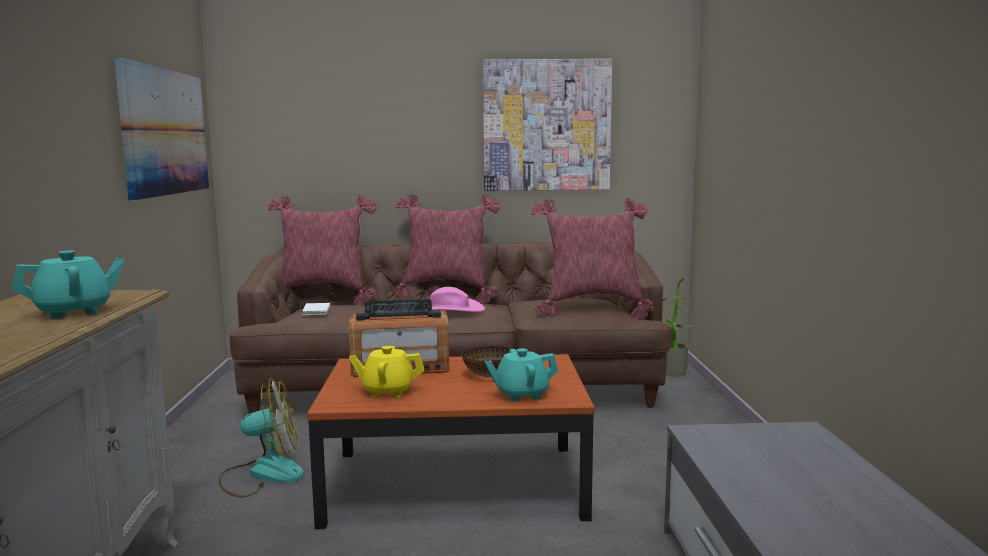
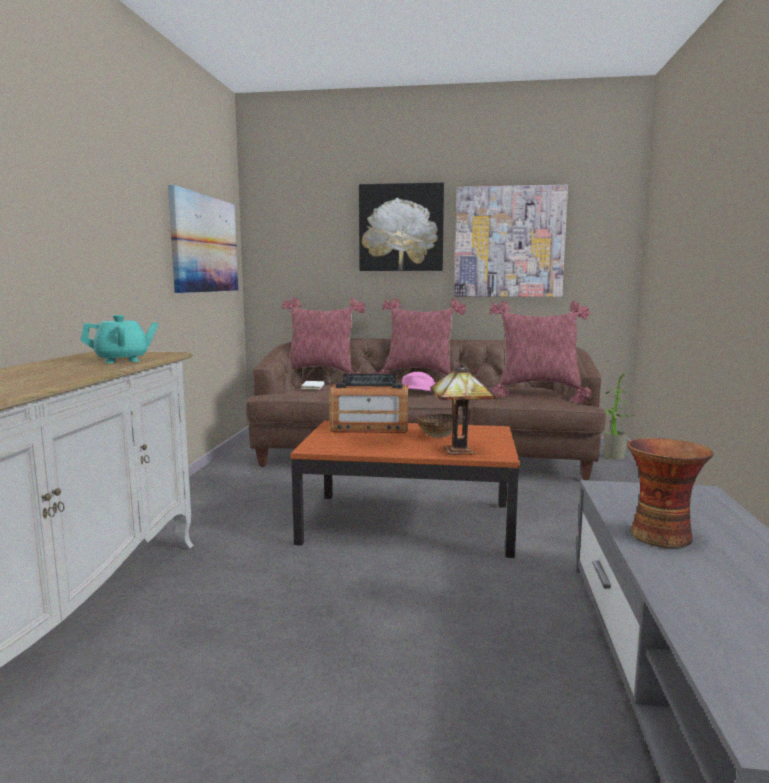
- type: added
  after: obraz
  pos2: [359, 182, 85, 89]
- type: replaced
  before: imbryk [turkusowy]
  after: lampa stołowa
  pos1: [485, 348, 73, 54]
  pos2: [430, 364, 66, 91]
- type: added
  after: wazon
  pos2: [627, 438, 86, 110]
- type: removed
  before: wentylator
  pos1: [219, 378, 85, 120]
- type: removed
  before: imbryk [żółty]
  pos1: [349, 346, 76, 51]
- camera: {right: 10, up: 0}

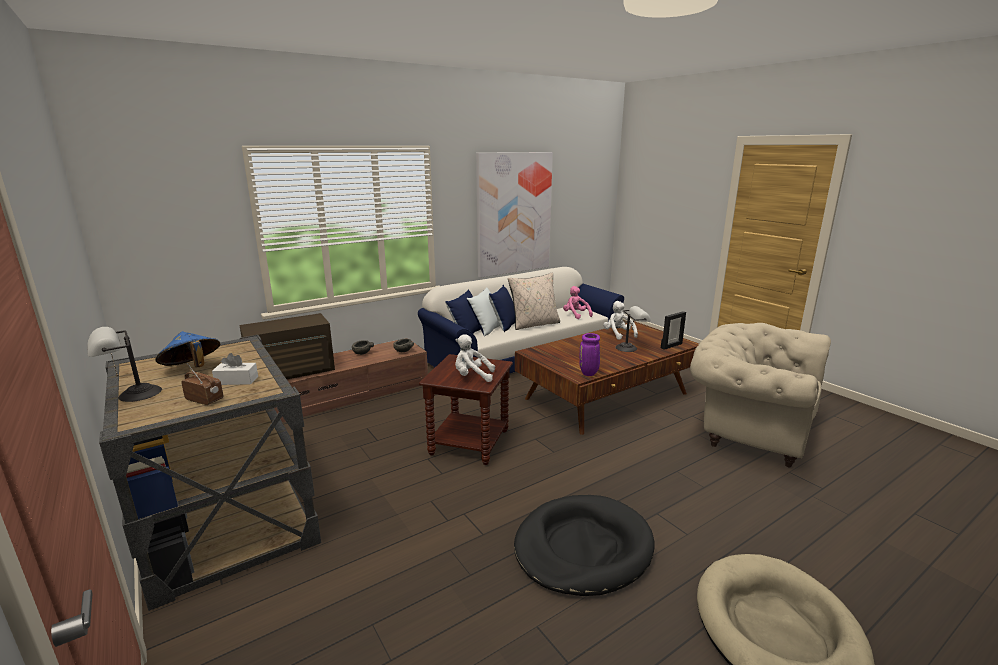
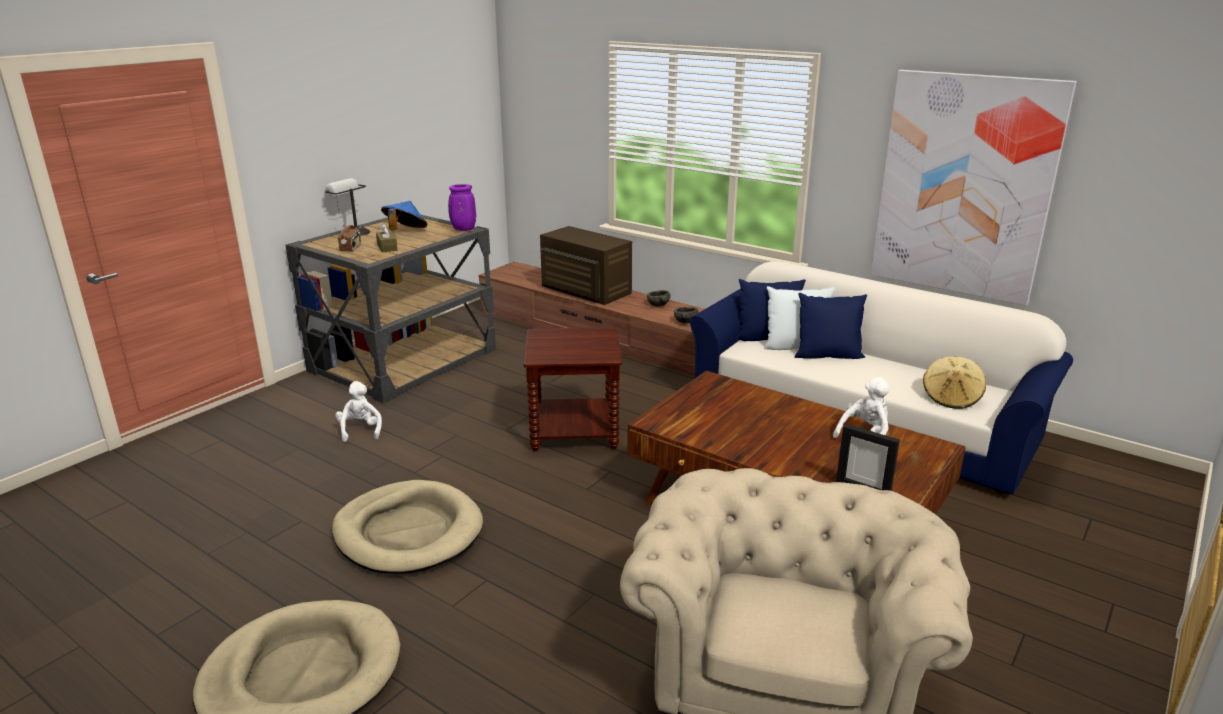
- type: recoloured
  before: legowisko [czarny]
  after: legowisko [beżowy]
  pos1: [514, 495, 141, 101]
  pos2: [332, 480, 151, 94]
- type: moved
  before: pluszak [biały]
  pos1: [455, 334, 40, 48]
  pos2: [335, 381, 47, 61]
- type: recoloured
  before: pudełko chusteczek [biały]
  after: pudełko chusteczek [brązowy]
  pos1: [212, 353, 46, 32]
  pos2: [376, 224, 22, 28]
- type: moved
  before: wazon [fioletowy]
  pos1: [580, 333, 20, 43]
  pos2: [448, 184, 28, 47]
- type: replaced
  before: pluszak [różowy]
  after: kapelusz [beżowy]
  pos1: [563, 286, 30, 33]
  pos2: [923, 356, 63, 53]
- type: removed
  before: poduszka [beżowy]
  pos1: [508, 273, 52, 57]
- type: removed
  before: lampa stołowa
  pos1: [615, 306, 36, 46]
- camera: {right: 70, up: 5}

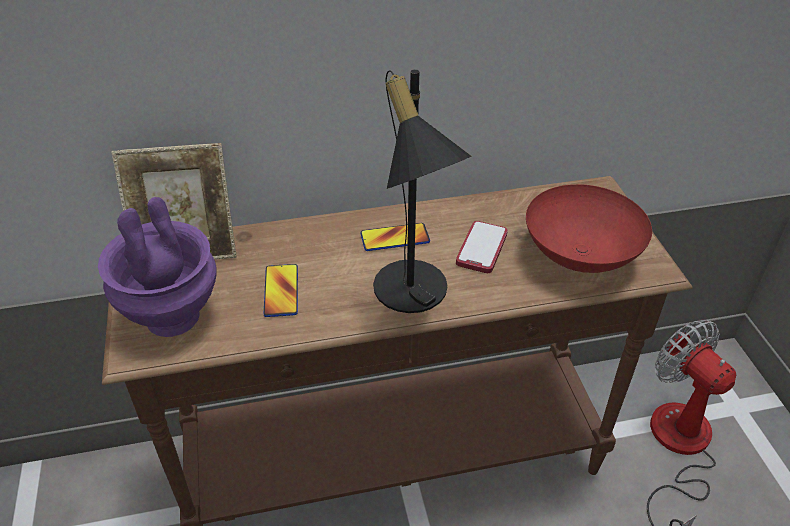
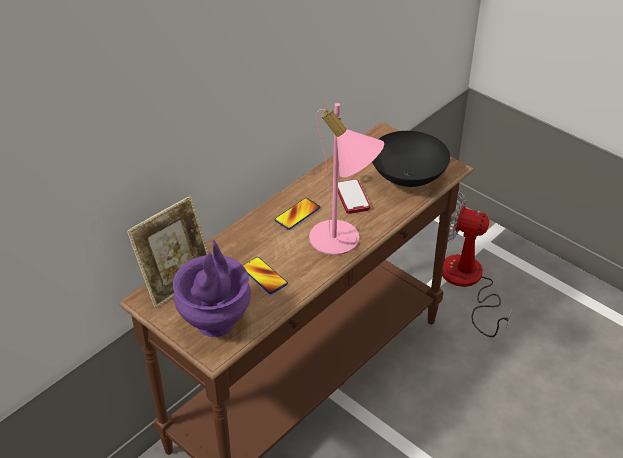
- type: recoloured
  before: lampa stołowa [czarny]
  after: lampa stołowa [różowy]
  pos1: [373, 69, 98, 244]
  pos2: [309, 103, 75, 152]
- type: recoloured
  before: miska [czerwony]
  after: miska [czarny]
  pos1: [526, 184, 126, 89]
  pos2: [372, 131, 78, 56]
- camera: {right: -35, up: 0}

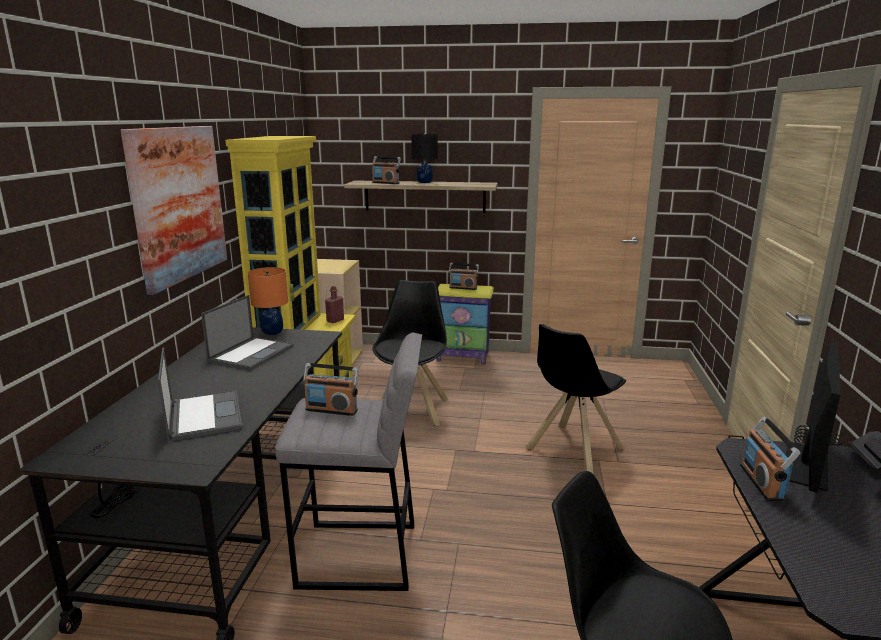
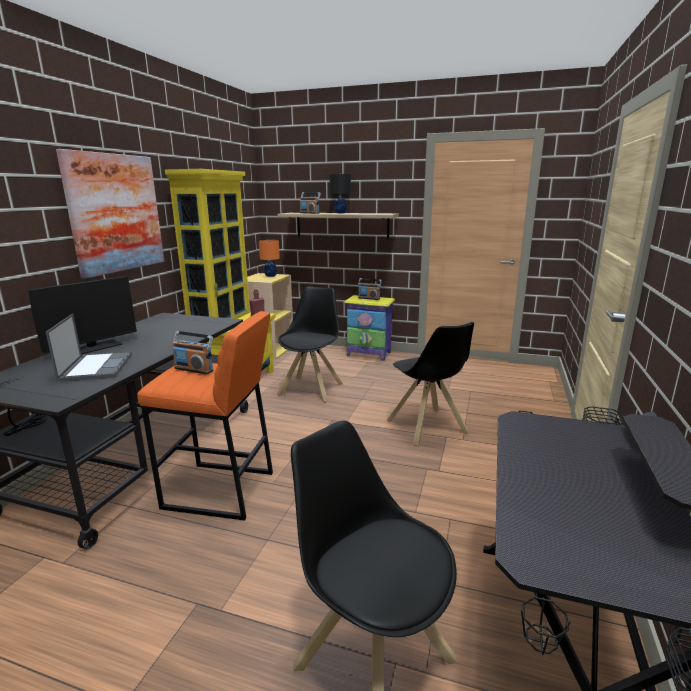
- type: moved
  before: monitor
  pos1: [786, 342, 54, 151]
  pos2: [28, 276, 109, 78]
- type: recoloured
  before: stołek [szary]
  after: stołek [pomarańczowy]
  pos1: [275, 332, 147, 259]
  pos2: [137, 311, 136, 210]
- type: moved
  before: lampa stołowa [pomarańczowy]
  pos1: [248, 267, 40, 68]
  pos2: [259, 240, 21, 37]
- type: turned
  before: krzesło [czarny]
  pos1: [526, 324, 100, 151]
  pos2: [387, 322, 87, 124]
  turn: -75
- type: removed
  before: laptop
  pos1: [201, 295, 93, 75]
- type: removed
  before: radio
  pos1: [740, 416, 61, 85]
- camera: {right: 10, up: 0}

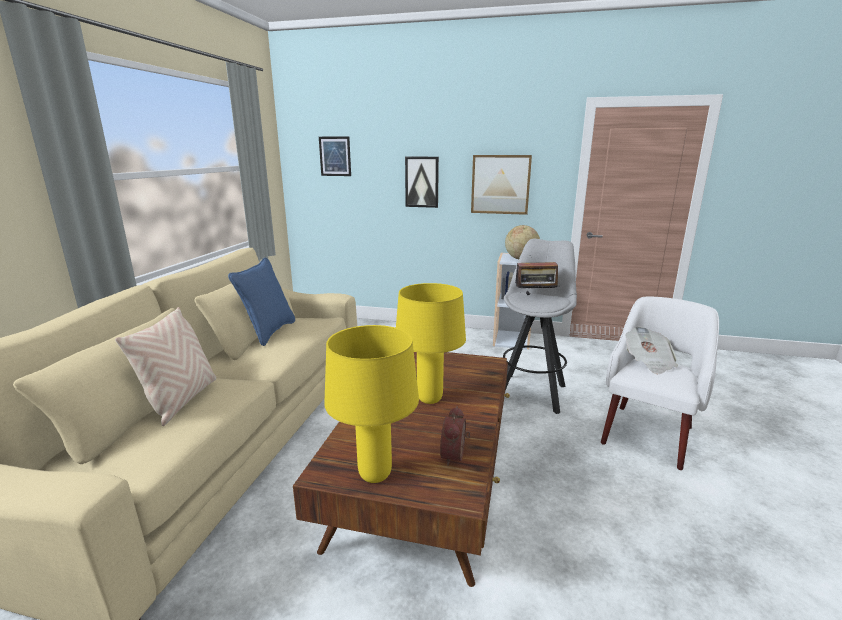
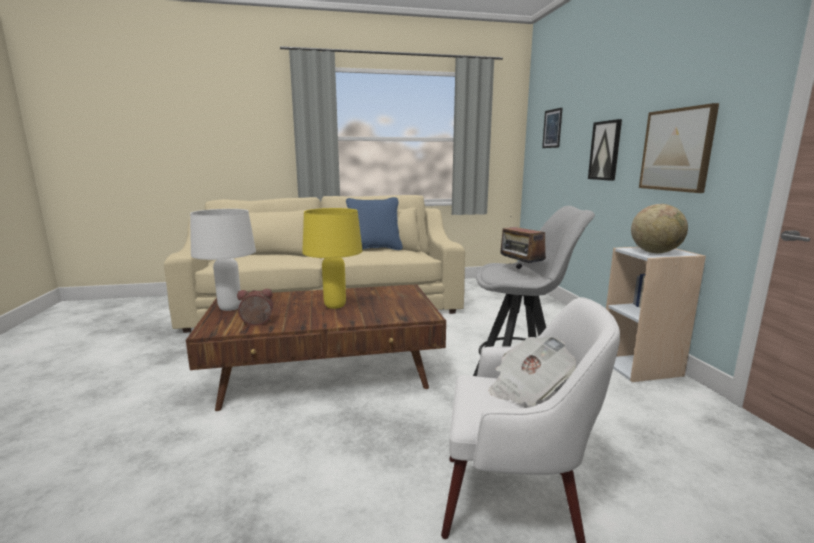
- type: recoloured
  before: lampa stołowa [żółty]
  after: lampa stołowa [biały]
  pos1: [324, 325, 95, 158]
  pos2: [190, 209, 66, 102]
- type: removed
  before: poduszka [beżowy]
  pos1: [115, 307, 102, 119]
- camera: {right: 65, up: -5}

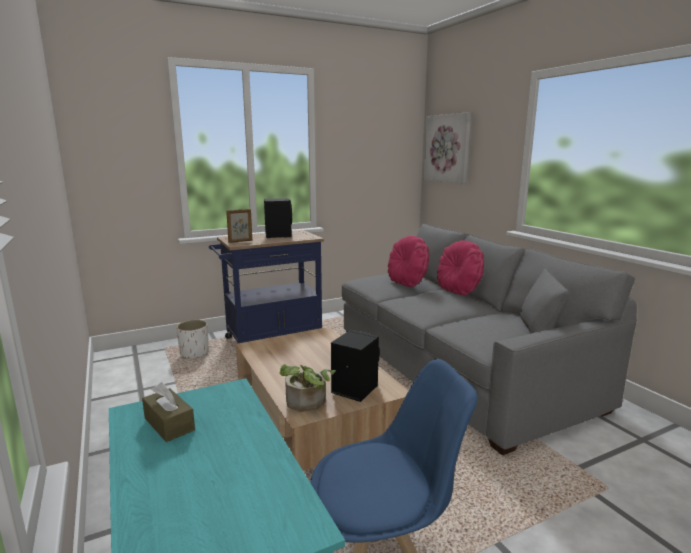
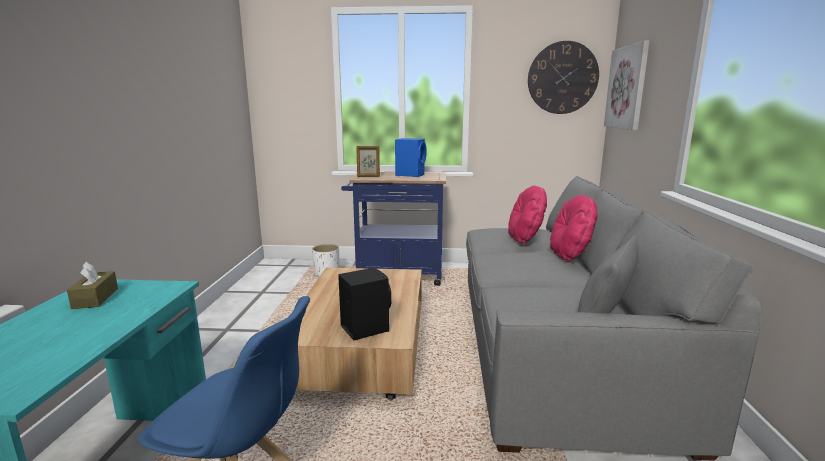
- type: recoloured
  before: głośnik [czarny]
  after: głośnik [niebieski]
  pos1: [264, 198, 28, 40]
  pos2: [395, 138, 31, 39]
- type: added
  after: zegar ścienny
  pos2: [528, 41, 71, 73]
- type: removed
  before: roślina doniczkowa
  pos1: [280, 364, 56, 48]
- camera: {right: 30, up: 0}

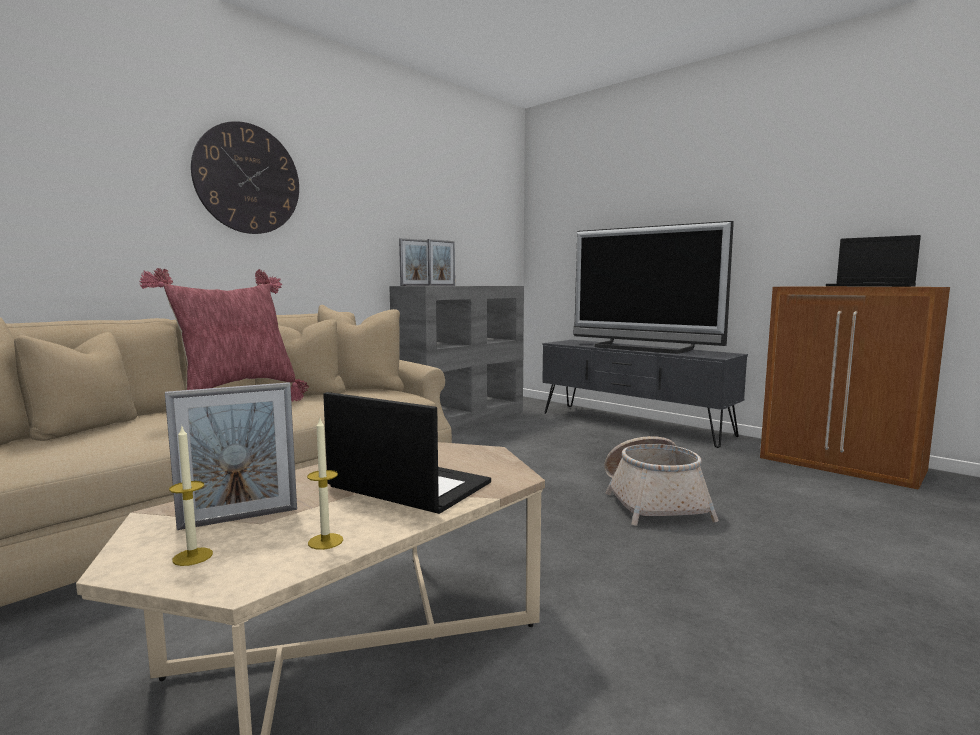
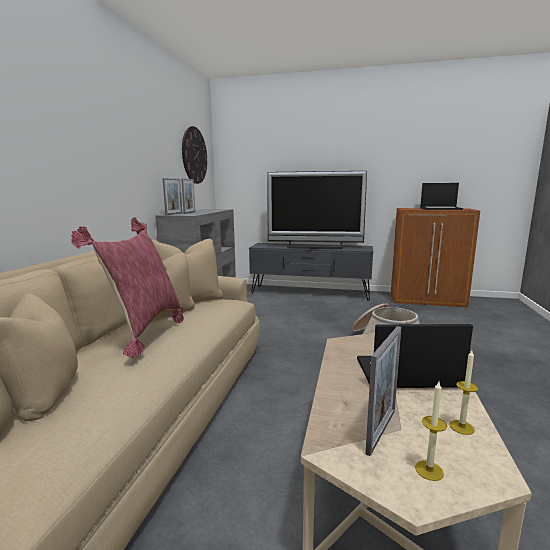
- type: moved
  before: zegar ścienny
  pos1: [191, 121, 108, 113]
  pos2: [182, 126, 25, 58]
- camera: {right: -30, up: 5}

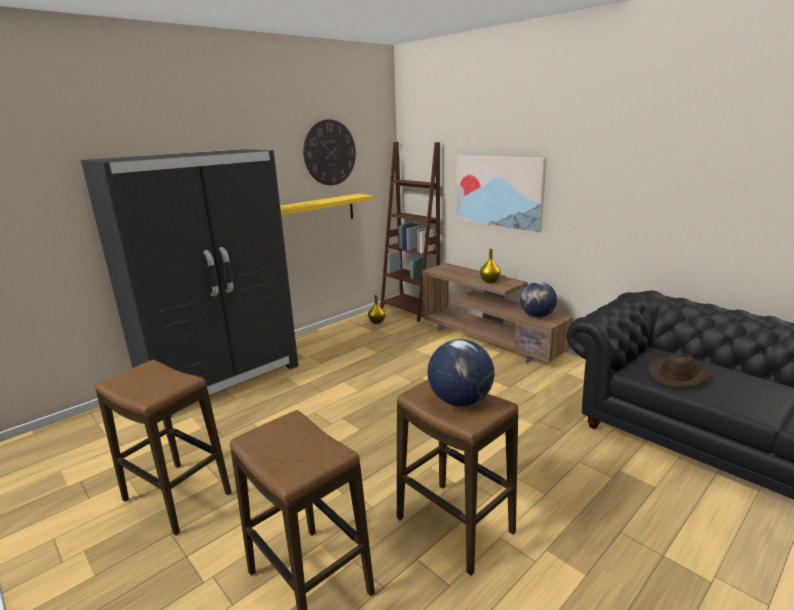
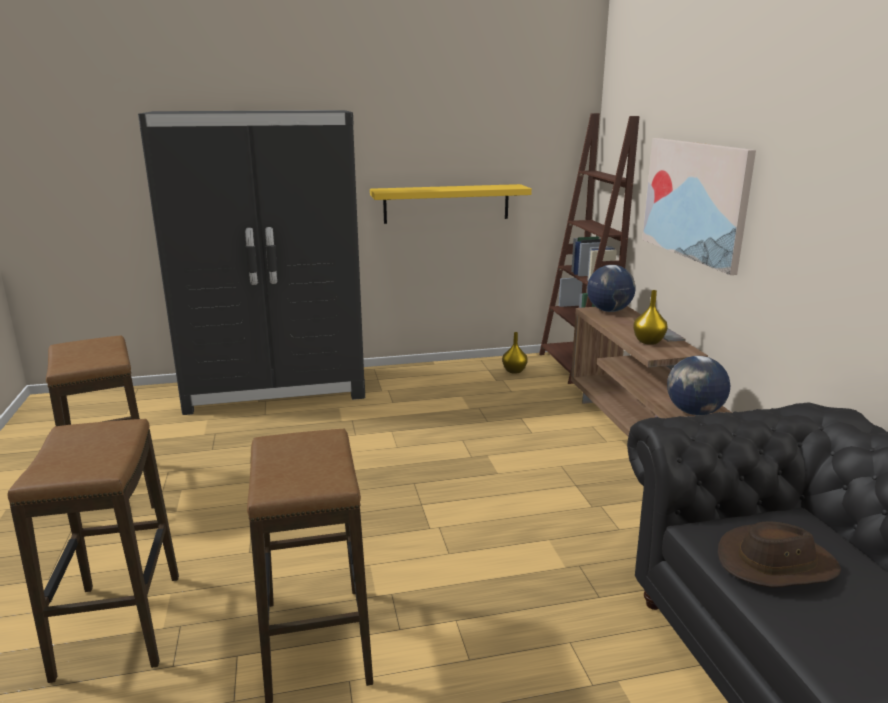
- type: moved
  before: globus
  pos1: [428, 339, 67, 67]
  pos2: [587, 265, 49, 47]
- type: removed
  before: zegar ścienny
  pos1: [303, 119, 53, 66]
- camera: {right: 30, up: 0}

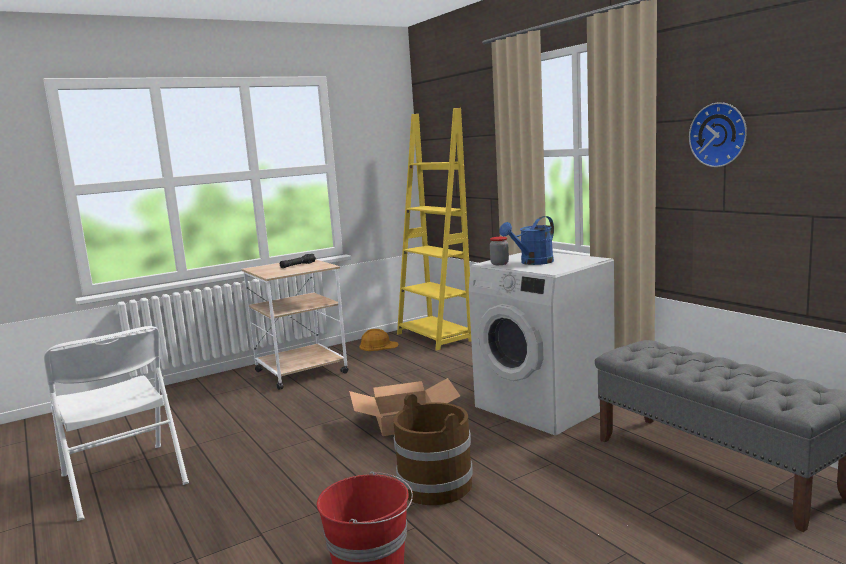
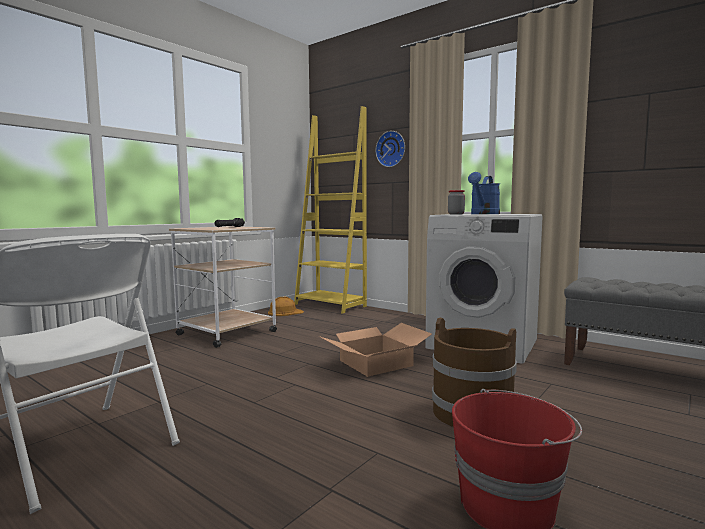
- type: moved
  before: zegar ścienny
  pos1: [689, 102, 58, 65]
  pos2: [375, 131, 30, 36]
- camera: {right: -20, up: -5}

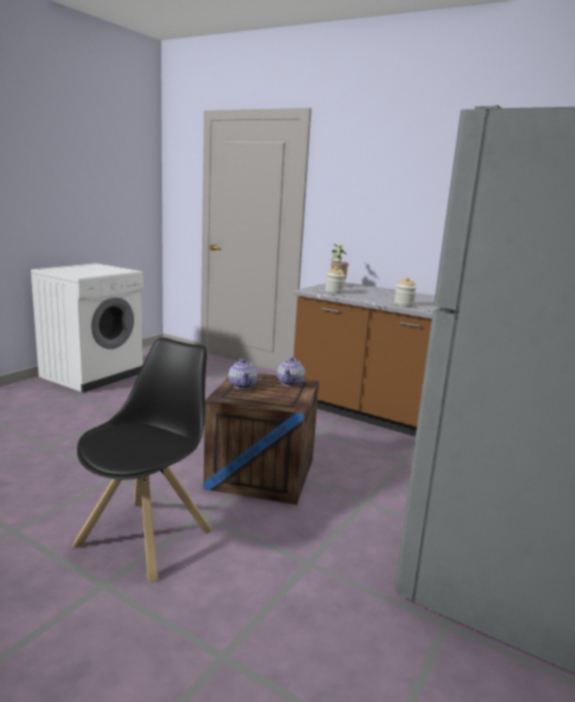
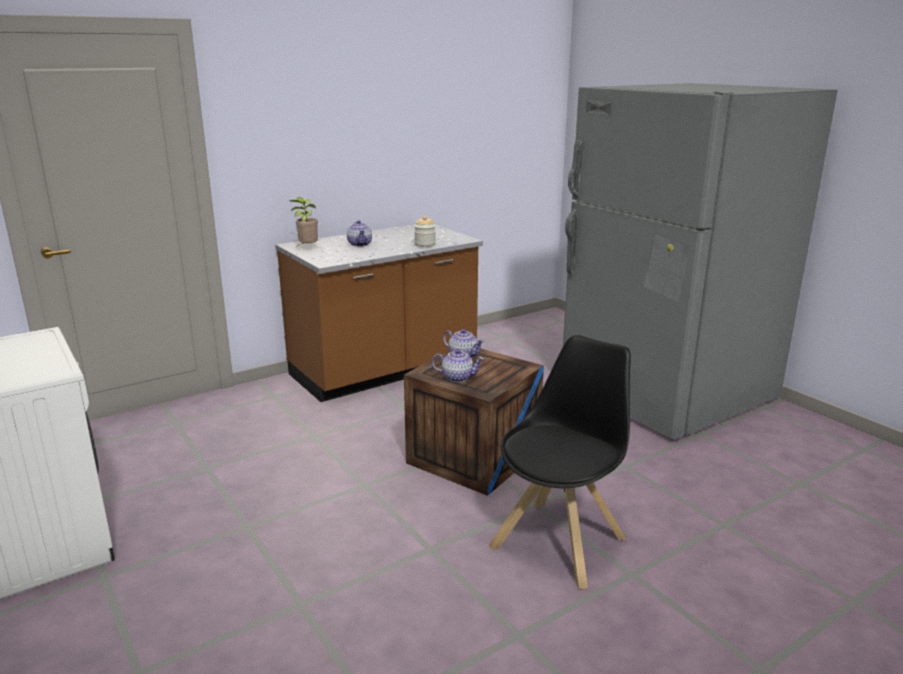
- type: added
  after: imbryk
  pos2: [347, 220, 25, 27]
- type: turned
  before: krzesło [czarny]
  pos1: [73, 338, 139, 244]
  pos2: [489, 335, 142, 254]
  turn: 75
- type: removed
  before: słoik
  pos1: [325, 267, 20, 27]
- camera: {right: -65, up: 5}

